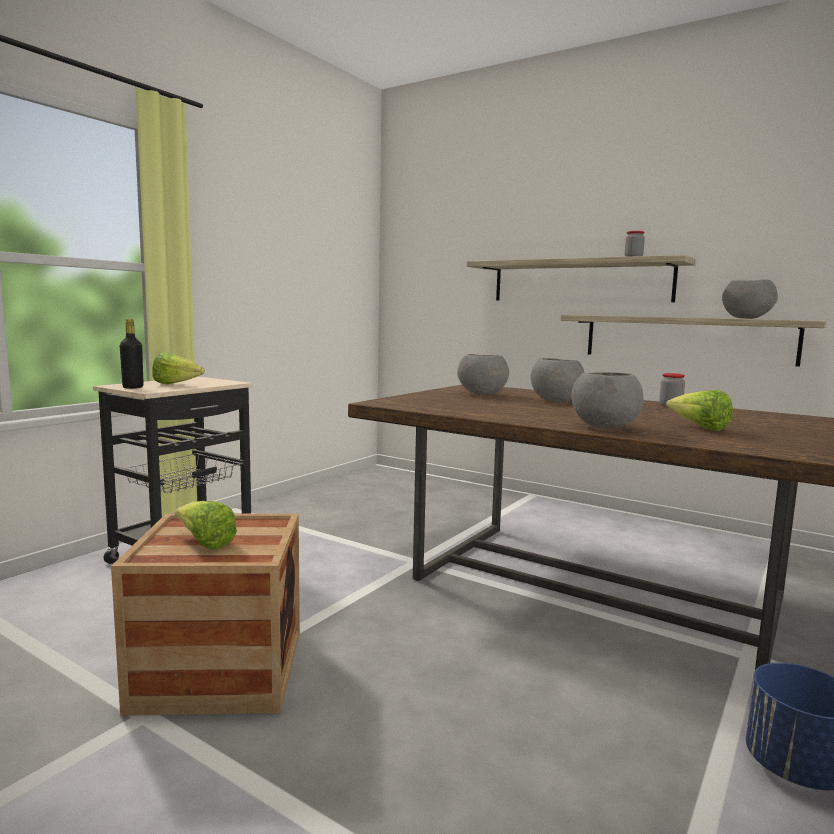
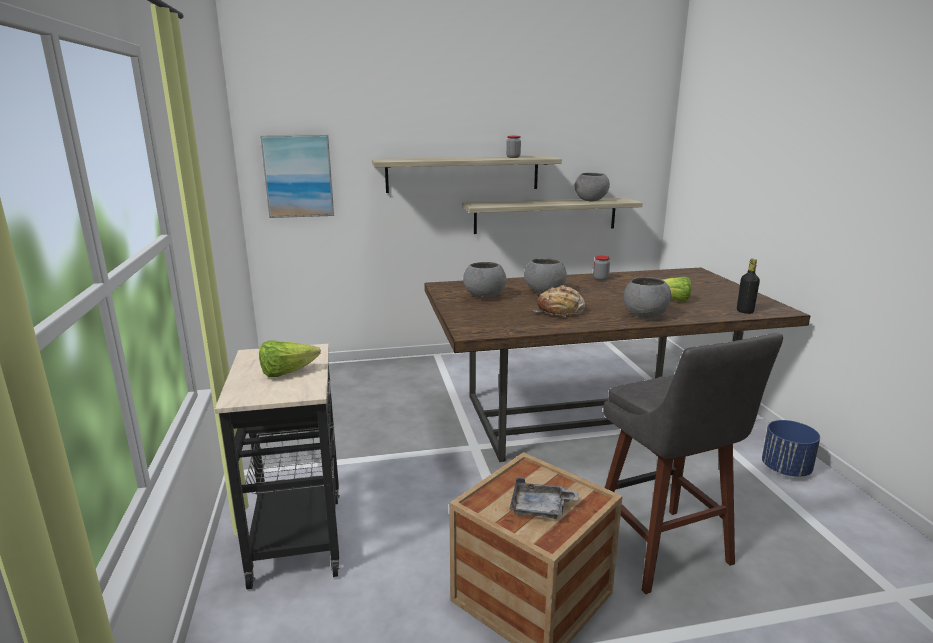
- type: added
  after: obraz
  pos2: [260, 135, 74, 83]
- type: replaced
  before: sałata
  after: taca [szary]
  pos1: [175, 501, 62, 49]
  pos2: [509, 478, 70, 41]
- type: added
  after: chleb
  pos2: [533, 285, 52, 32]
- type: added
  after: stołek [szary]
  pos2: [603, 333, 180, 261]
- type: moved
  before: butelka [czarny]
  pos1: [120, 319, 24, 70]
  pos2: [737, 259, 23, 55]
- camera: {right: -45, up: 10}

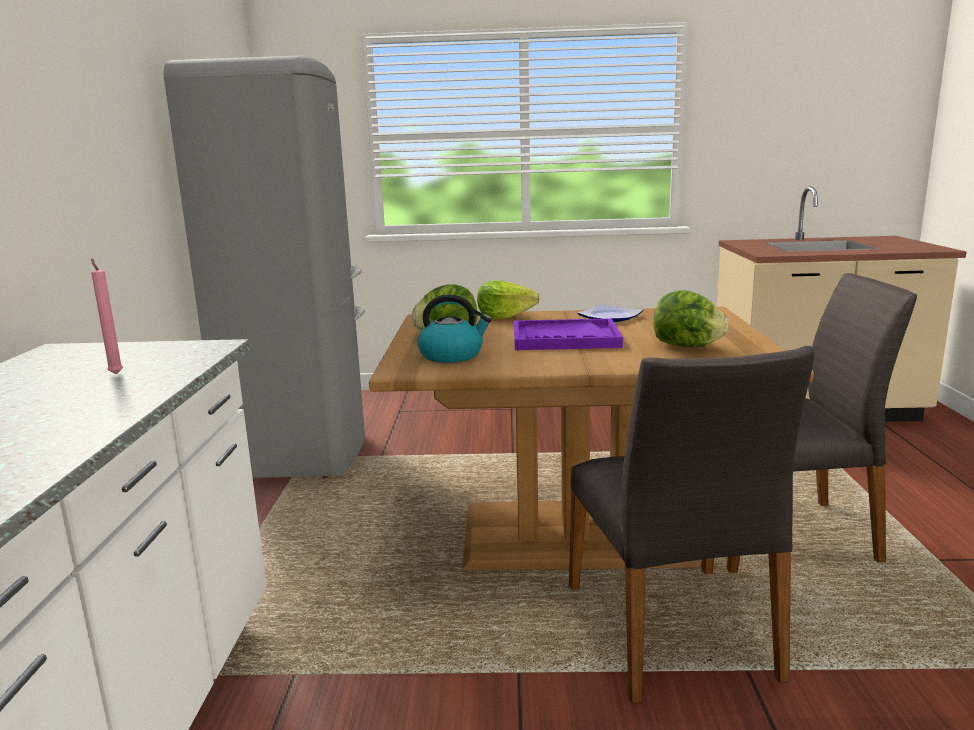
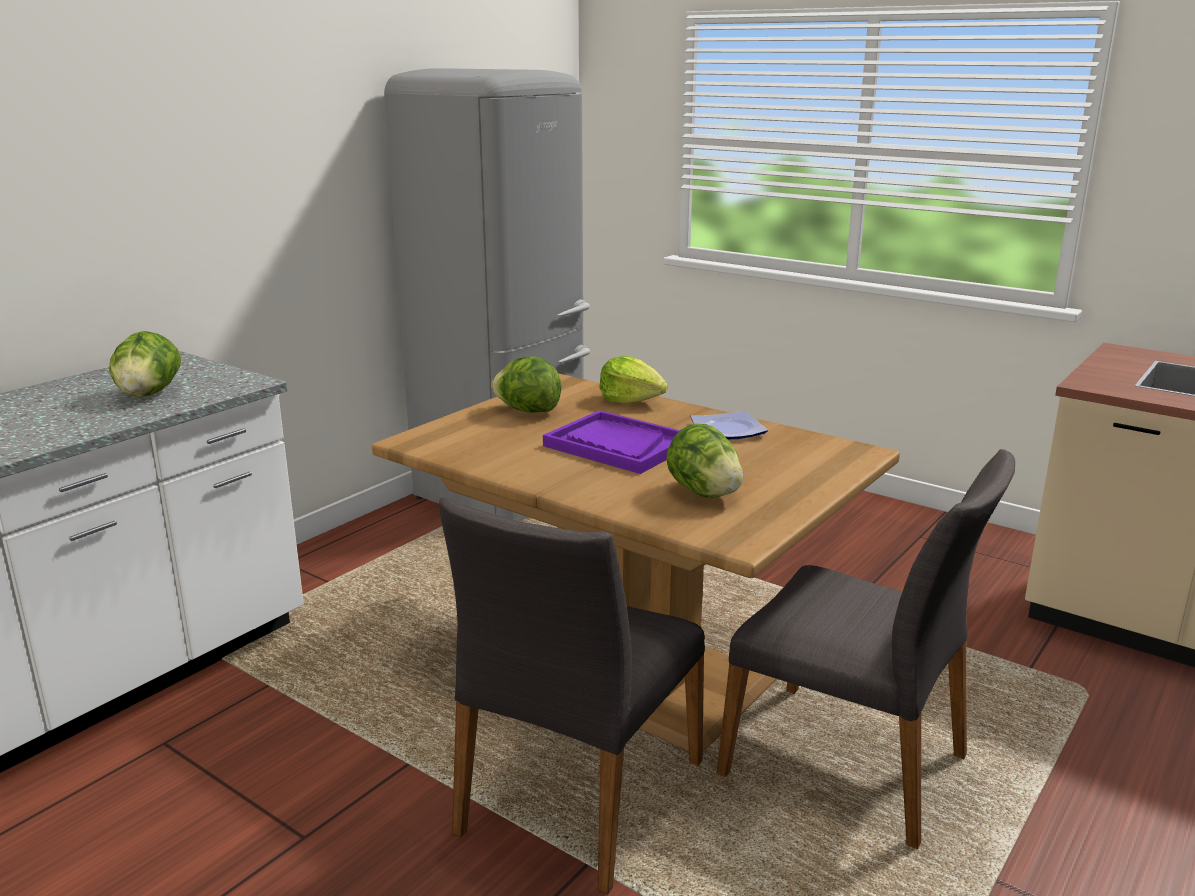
- type: replaced
  before: świeca [różowy]
  after: sałata
  pos1: [91, 258, 32, 117]
  pos2: [109, 331, 72, 67]
- type: removed
  before: czajnik
  pos1: [418, 295, 74, 68]
- camera: {right: 35, up: 5}

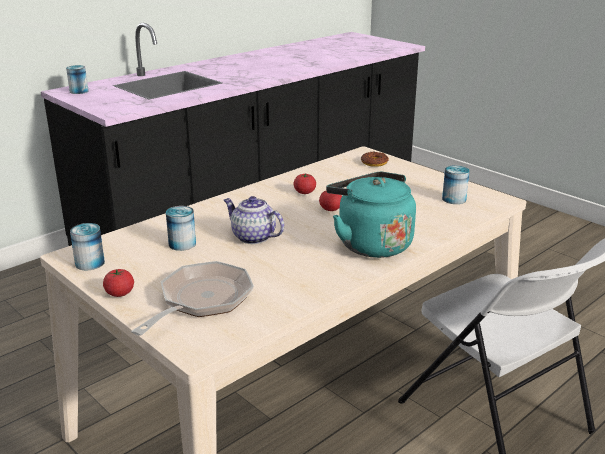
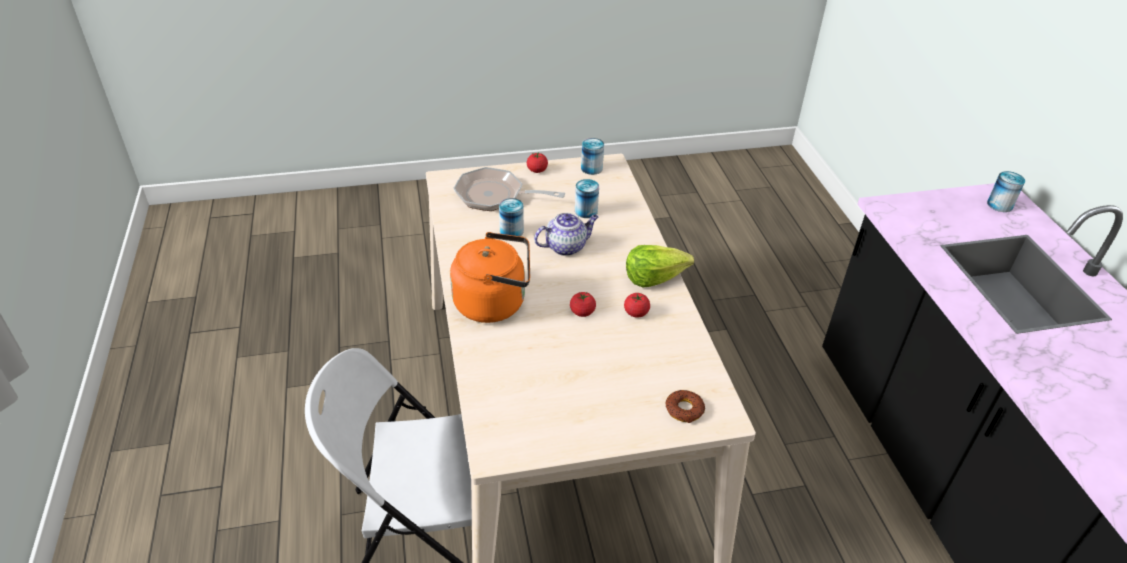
- type: recoloured
  before: czajnik [turkusowy]
  after: czajnik [pomarańczowy]
  pos1: [326, 172, 90, 86]
  pos2: [450, 232, 80, 91]
- type: turned
  before: patelnia
  pos1: [131, 261, 123, 74]
  pos2: [453, 167, 112, 44]
  turn: 135
- type: moved
  before: puszka
  pos1: [442, 165, 28, 39]
  pos2: [499, 198, 25, 38]
- type: added
  after: sałata
  pos2: [626, 245, 68, 42]
- camera: {right: 120, up: 15}

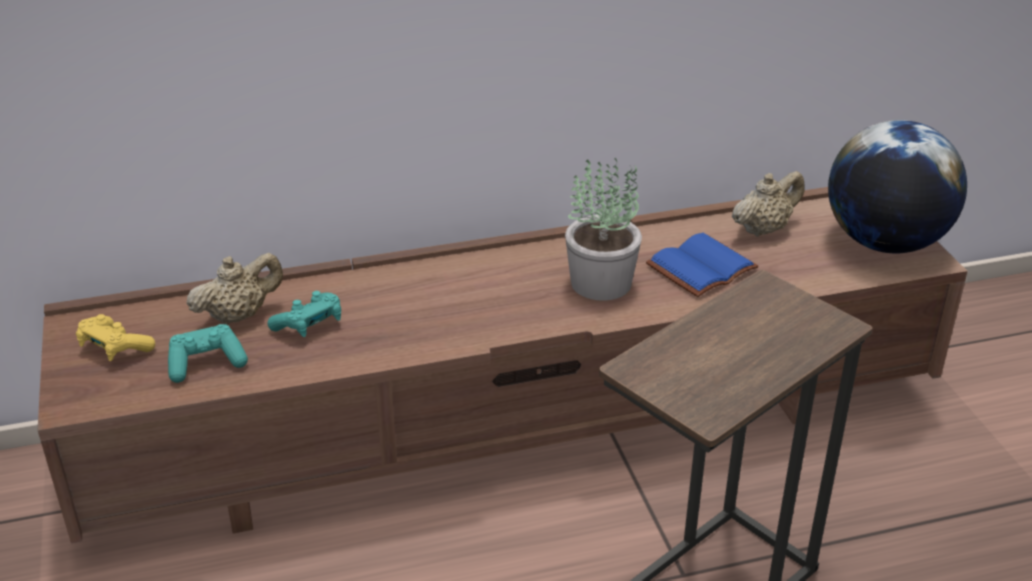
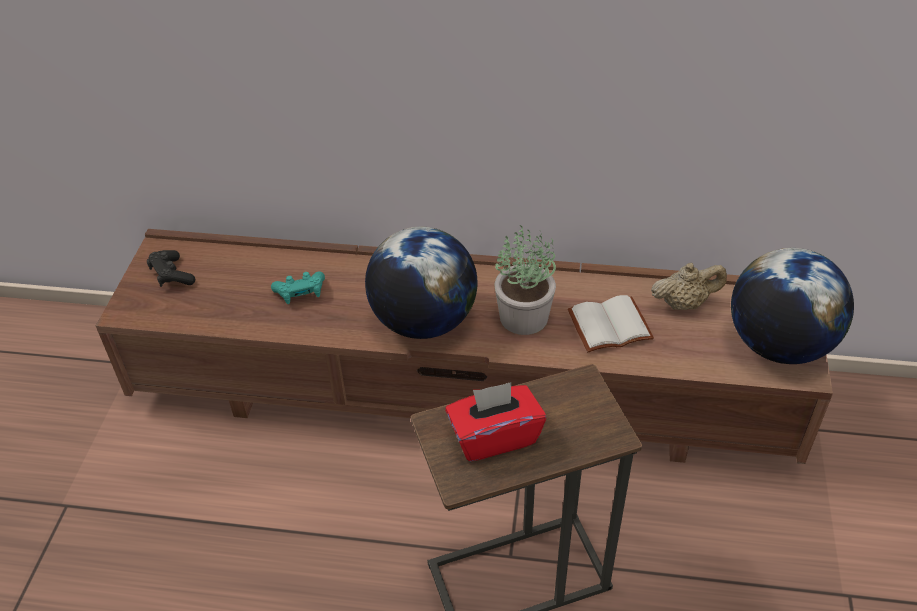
- type: recoloured
  before: pad do gier [żółty]
  after: pad do gier [czarny]
  pos1: [76, 314, 79, 47]
  pos2: [147, 250, 48, 37]
- type: added
  after: globus
  pos2: [365, 227, 112, 112]
- type: added
  after: pudełko chusteczek [czerwony]
  pos2: [445, 382, 101, 80]
- type: recoloured
  before: książka [niebieski]
  after: książka [biały]
  pos1: [646, 233, 113, 64]
  pos2: [568, 295, 86, 57]
- type: removed
  before: pad do gier [turkusowy]
  pos1: [168, 324, 80, 59]
- type: removed
  before: imbryk [beżowy]
  pos1: [186, 253, 97, 72]
- camera: {right: 25, up: 10}

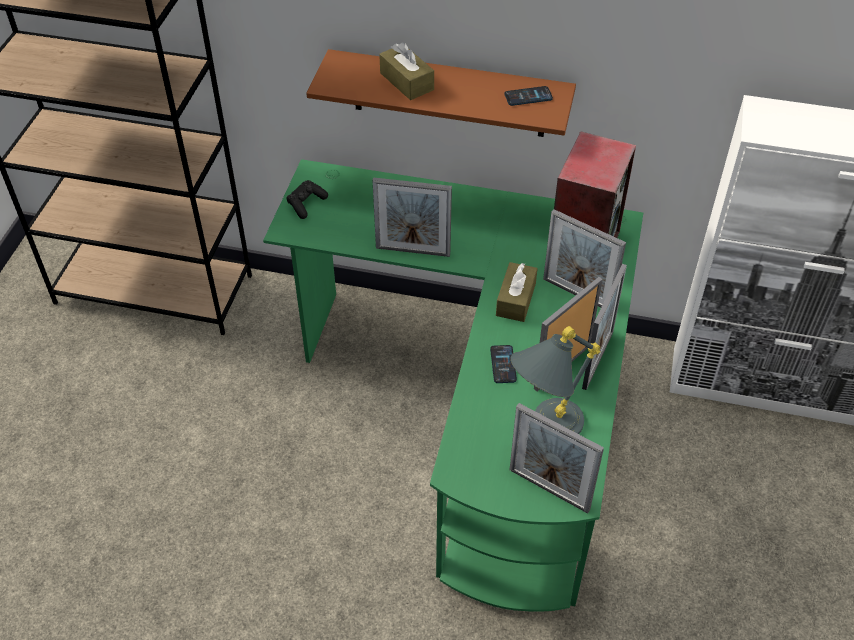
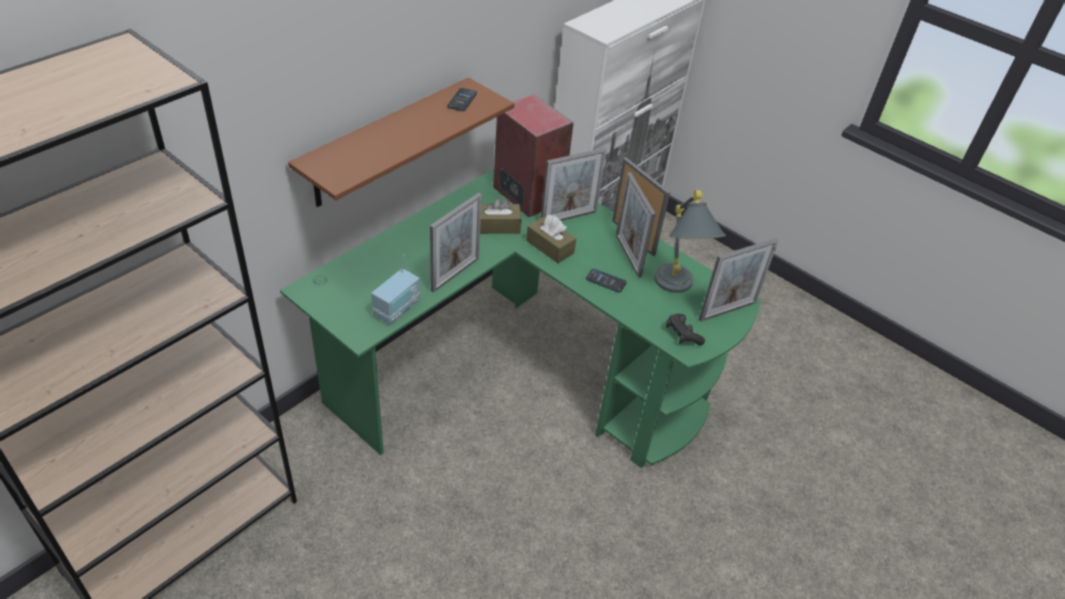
- type: added
  after: radio
  pos2: [371, 254, 49, 70]
- type: moved
  before: pudełko chusteczek [brązowy]
  pos1: [379, 42, 55, 58]
  pos2: [480, 197, 42, 37]
- type: moved
  before: pad do gier [czarny]
  pos1: [286, 180, 42, 39]
  pos2: [666, 314, 39, 31]
- camera: {right: -65, up: -5}

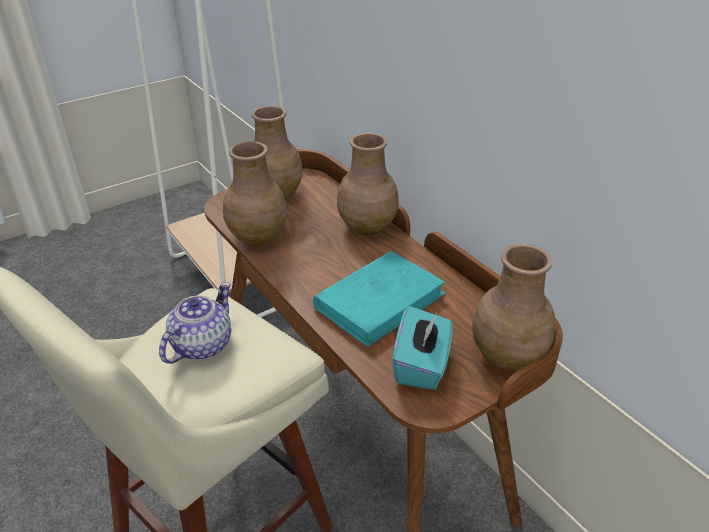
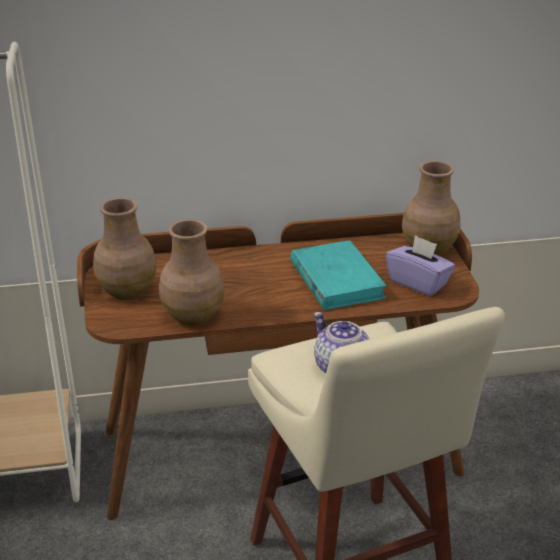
- type: recoloured
  before: pudełko chusteczek [turkusowy]
  after: pudełko chusteczek [fioletowy]
  pos1: [392, 306, 61, 84]
  pos2: [385, 235, 70, 61]
- type: removed
  before: wazon [brązowy]
  pos1: [337, 133, 62, 103]
- camera: {right: -65, up: -5}

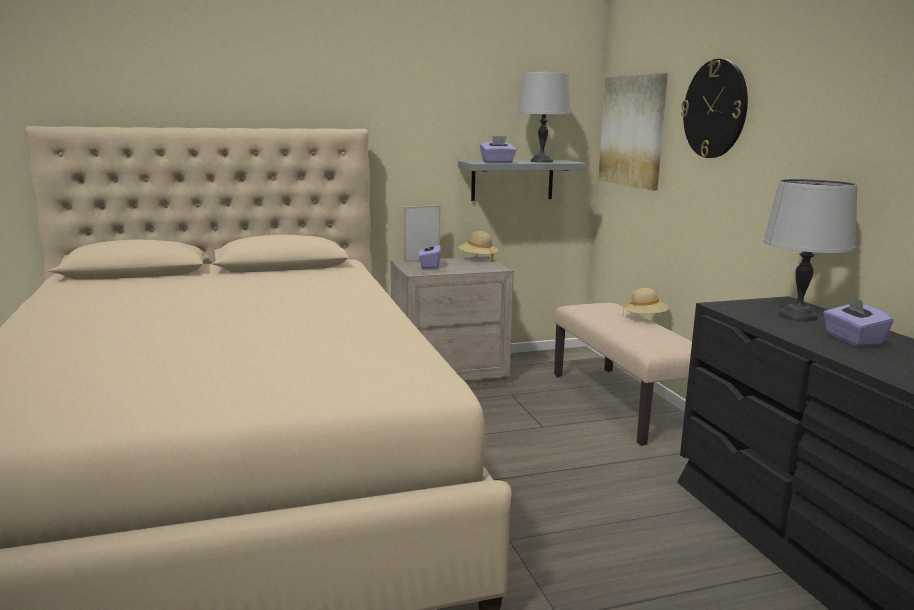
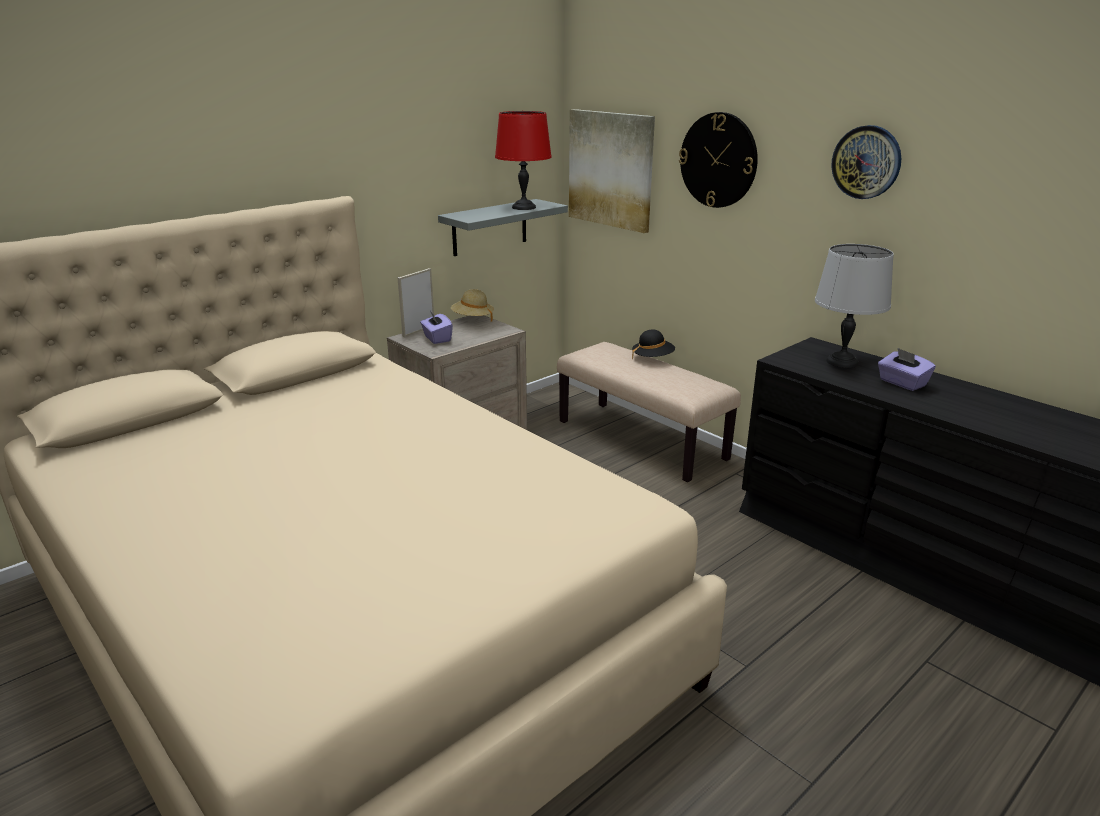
- type: recoloured
  before: lampa stołowa [szary]
  after: lampa stołowa [czerwony]
  pos1: [517, 72, 54, 91]
  pos2: [495, 111, 57, 99]
- type: recoloured
  before: kapelusz [beżowy]
  after: kapelusz [czarny]
  pos1: [623, 288, 46, 26]
  pos2: [632, 329, 43, 31]
- type: added
  after: zegar ścienny
  pos2: [831, 125, 71, 74]
- type: removed
  before: pudełko chusteczek [fioletowy]
  pos1: [480, 136, 37, 27]
- camera: {right: -25, up: 10}

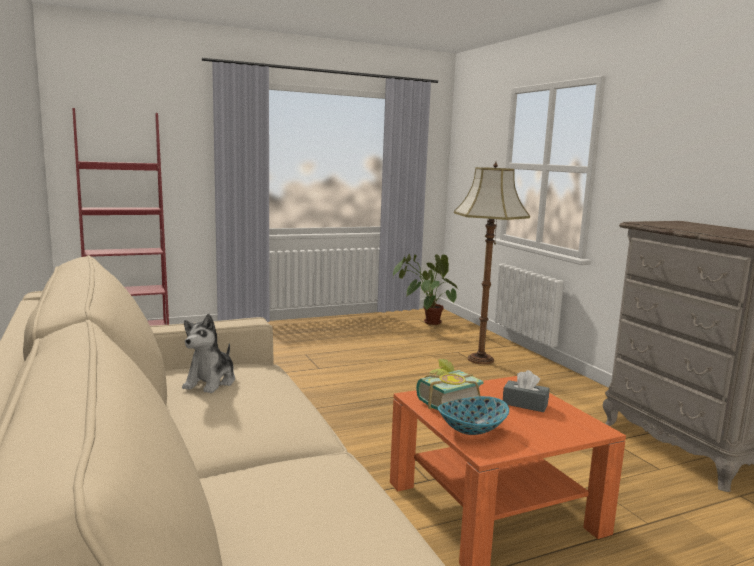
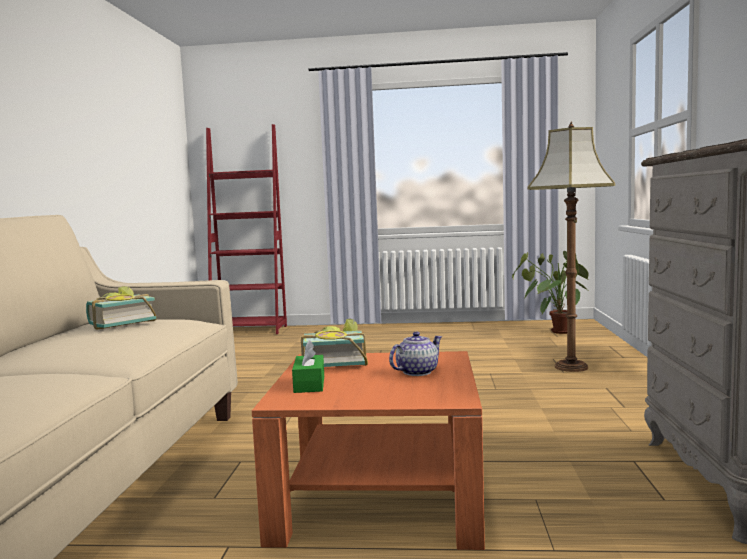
- type: replaced
  before: pluszak
  after: książka
  pos1: [182, 314, 53, 79]
  pos2: [86, 286, 70, 44]
- type: replaced
  before: miska
  after: pudełko chusteczek [zielony]
  pos1: [438, 396, 71, 39]
  pos2: [292, 340, 32, 53]
- type: replaced
  before: pudełko chusteczek [szary]
  after: imbryk
  pos1: [503, 370, 46, 42]
  pos2: [389, 332, 53, 44]
- camera: {right: 30, up: -5}

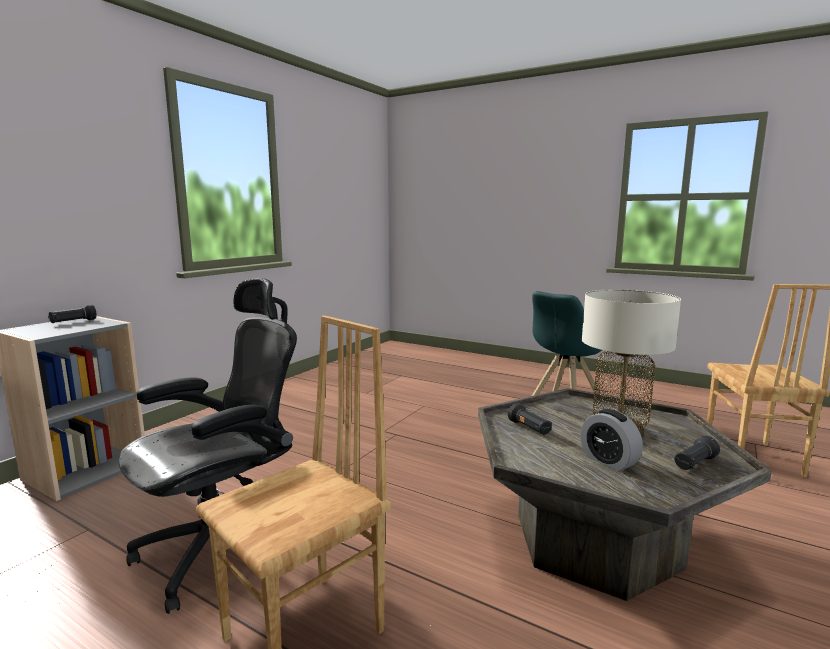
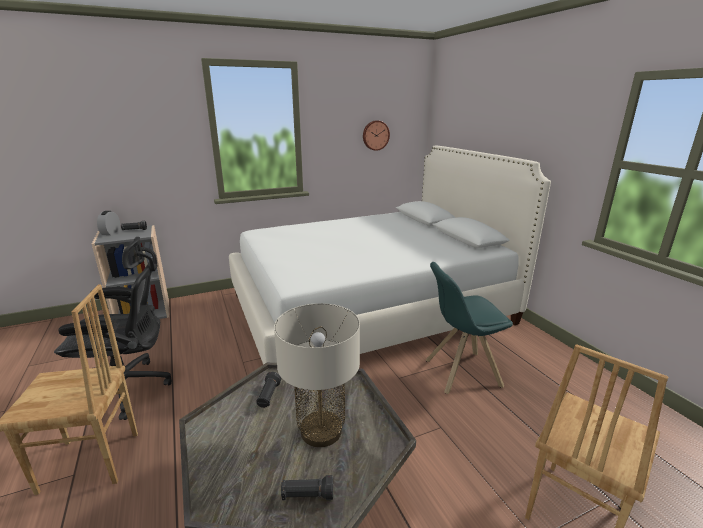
- type: moved
  before: budzik
  pos1: [580, 409, 63, 63]
  pos2: [97, 211, 23, 24]
- type: added
  after: łóżko [biały]
  pos2: [229, 146, 322, 219]
- type: added
  after: zegar ścienny
  pos2: [363, 120, 27, 31]
- camera: {right: 35, up: 10}

